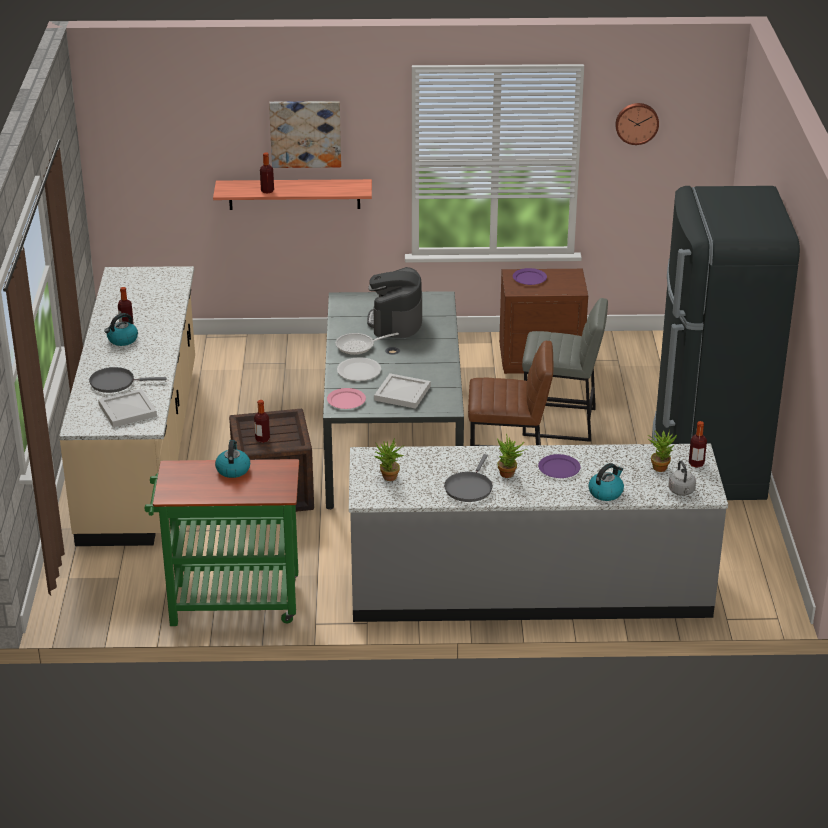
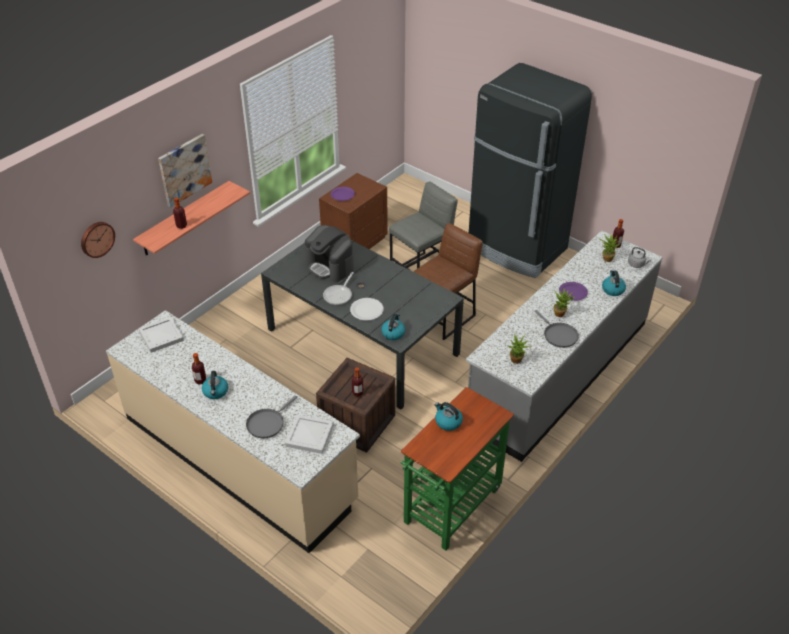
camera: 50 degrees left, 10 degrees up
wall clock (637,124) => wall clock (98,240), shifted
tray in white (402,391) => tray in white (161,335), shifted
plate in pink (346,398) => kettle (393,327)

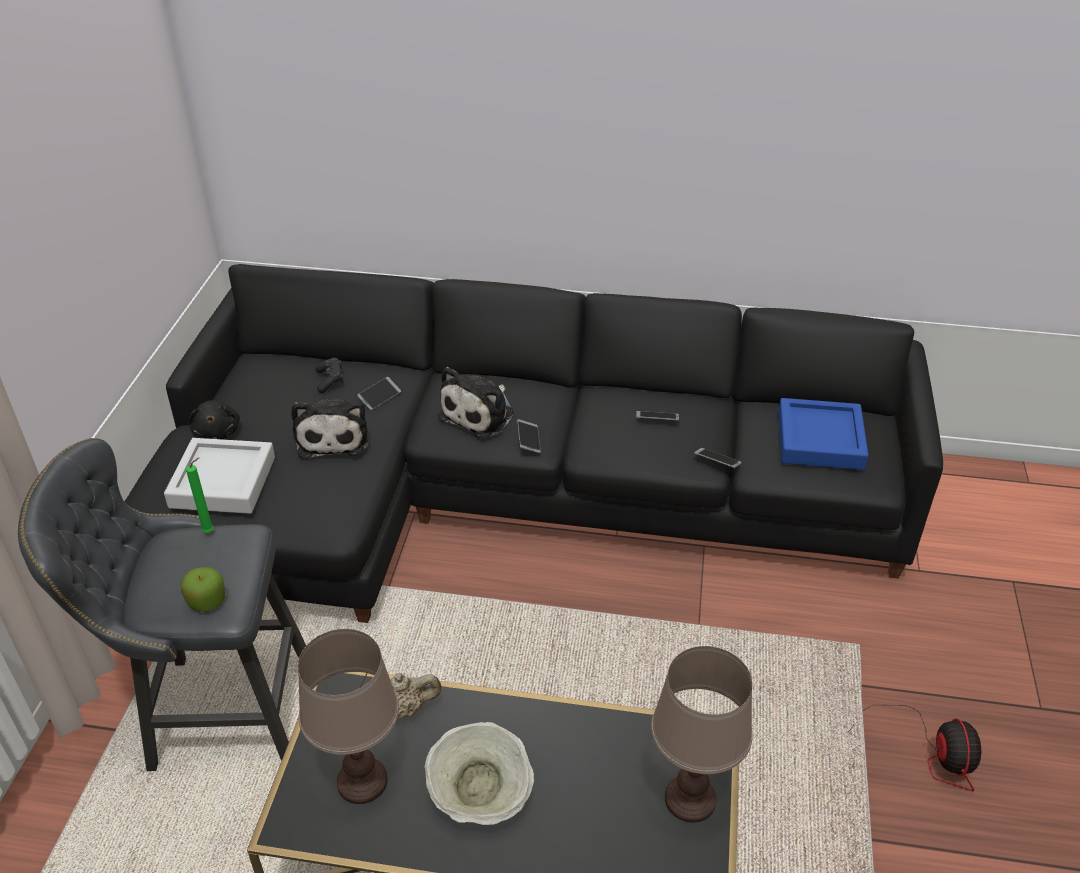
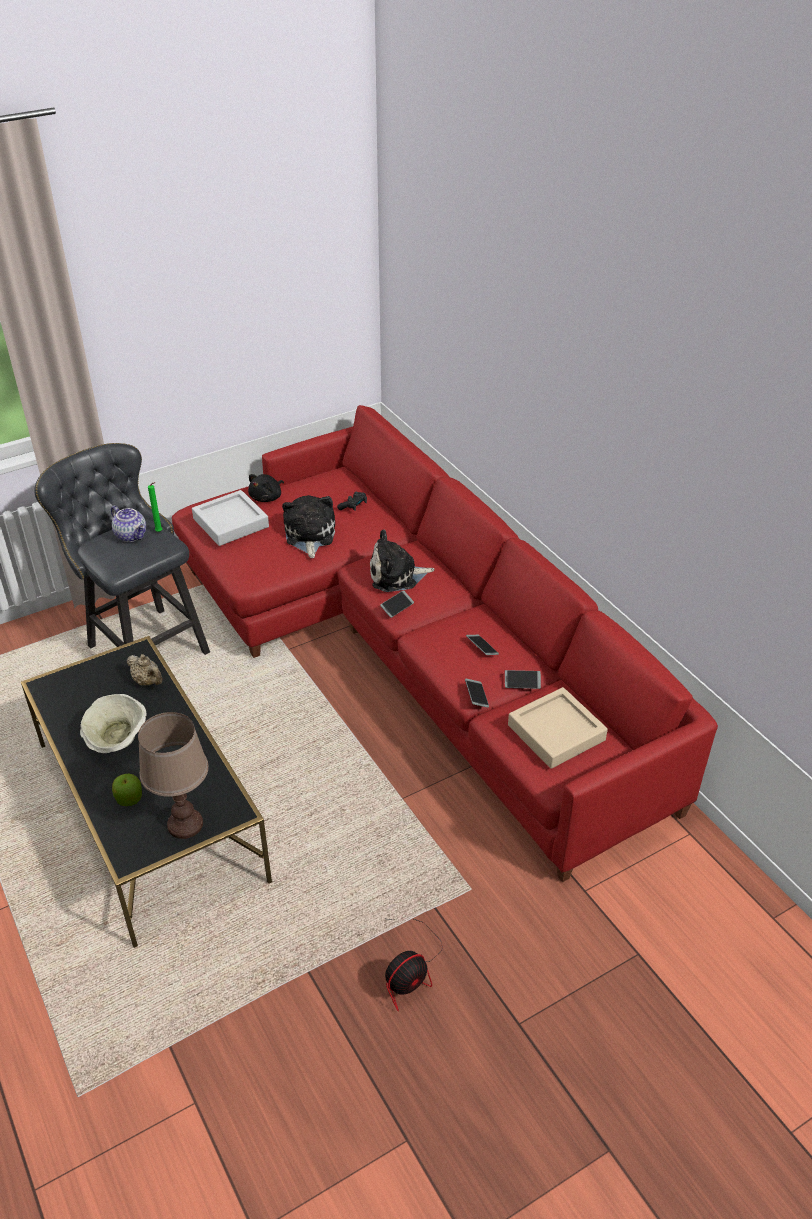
camera: 50 degrees right, 0 degrees up
sofa in black (534,443) => sofa in red (445,643)
phone (379,393) => phone (523,679), shifted
tray in blue (823,434) => tray in beige (558,728)
plush toy (330,429) => plush toy (308,526), 135 degrees clockwise
apple (203,589) => apple (127,789), shifted
table lamp in brown (348,716) => nothing
nothing => teapot (128,523)

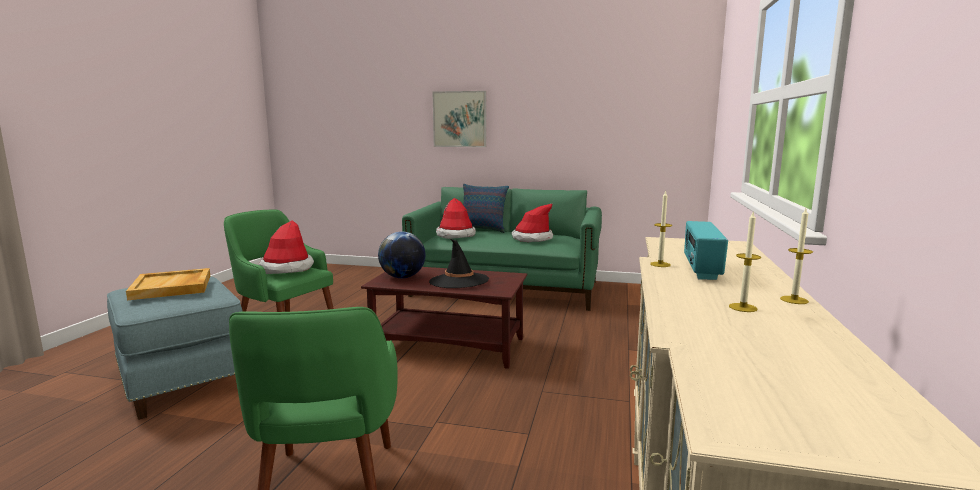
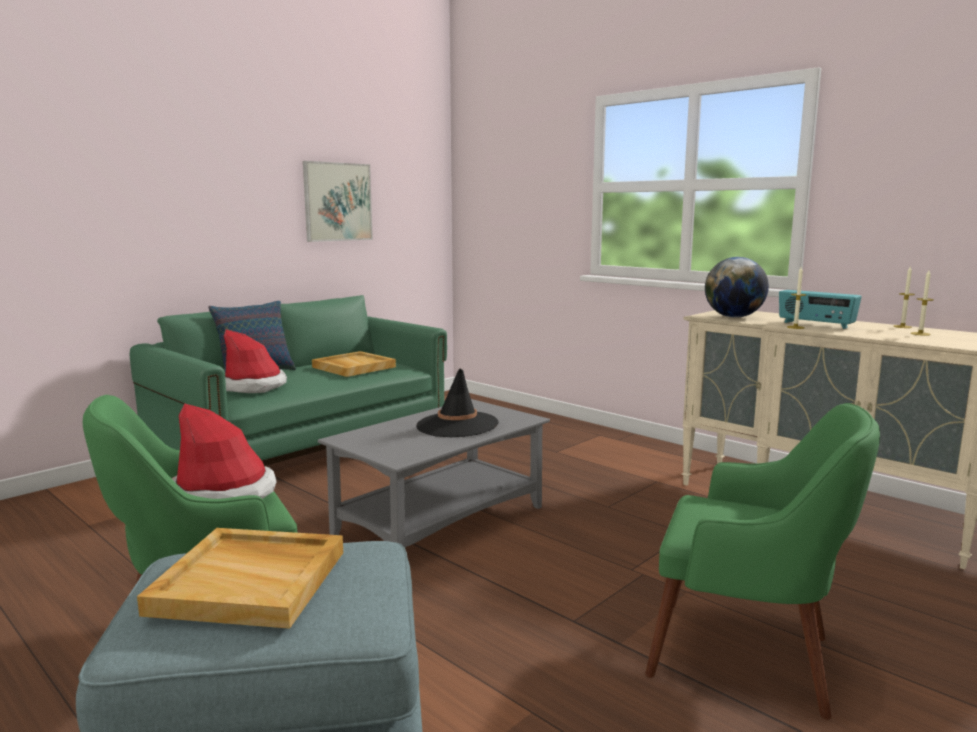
camera: 60 degrees left, 0 degrees up
picture (459,119) => picture (338,201), shifted
hat (532,223) => tray in beige (354,364)
globe (402,255) => globe (737,287), shifted
coffee table in brown (444,318) => coffee table in grey (434,473)

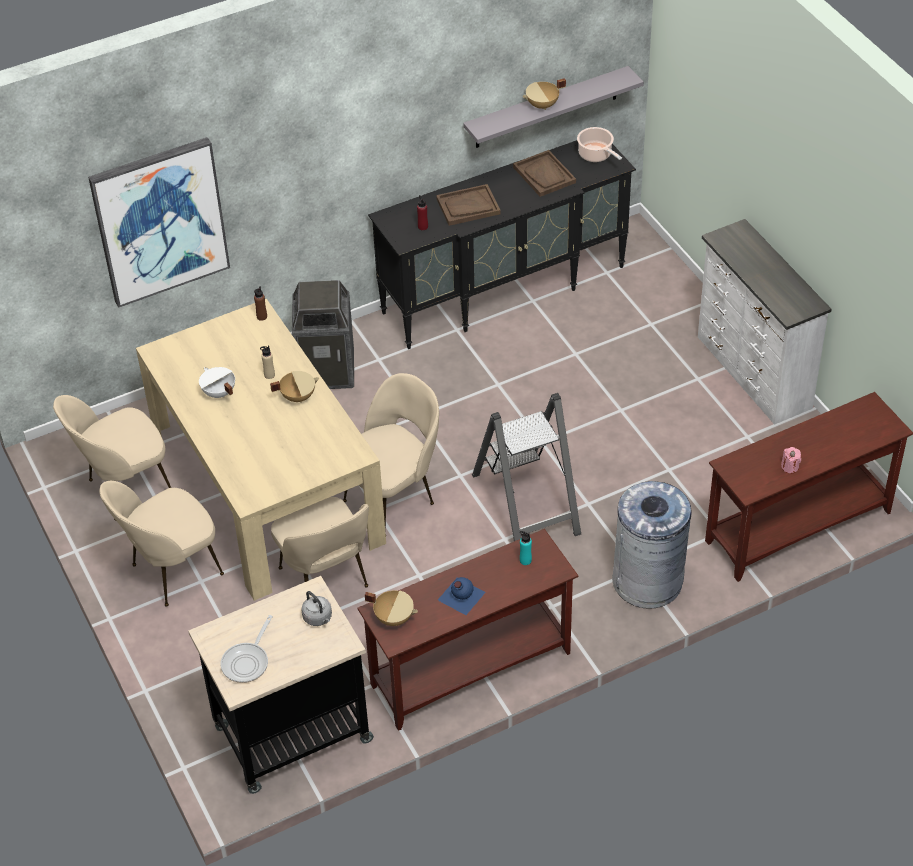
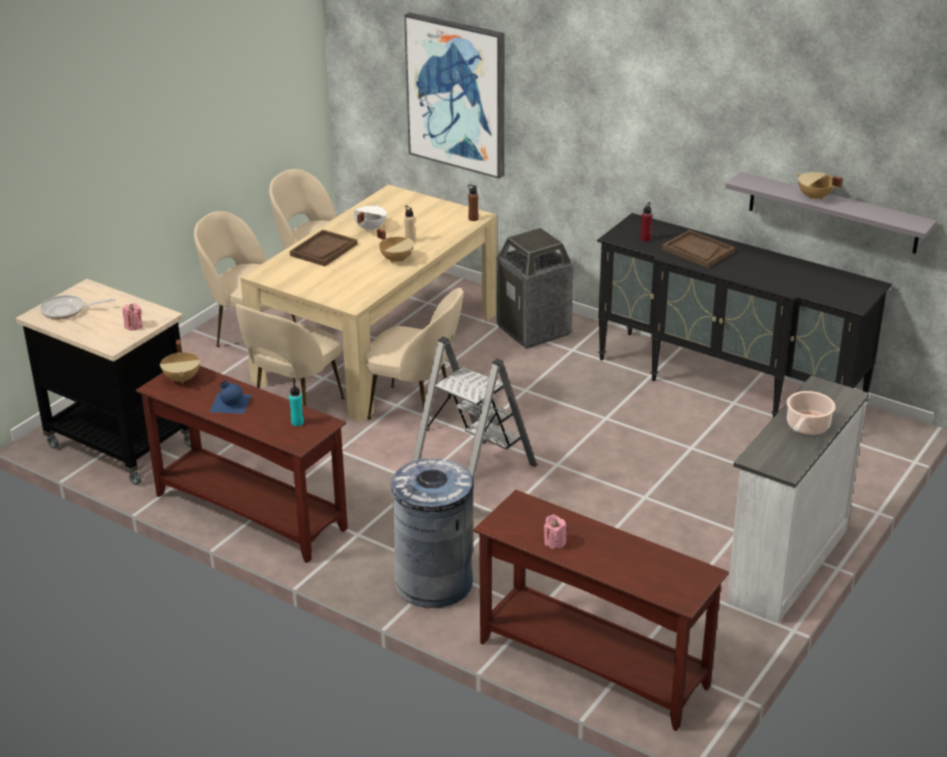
camera: 60 degrees right, 15 degrees down
cooking pot (599,144) => cooking pot (811,413), shifted
tray in brown (544,173) => tray in brown (323,248), shifted
kettle in grey (316,608) => candle in pink (133,316)

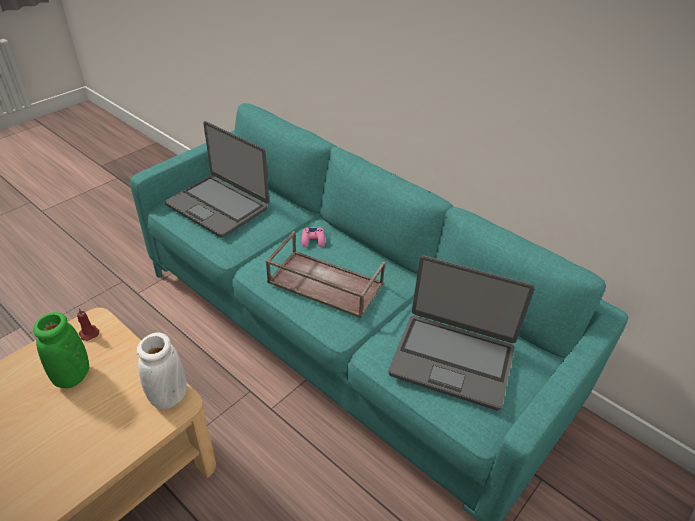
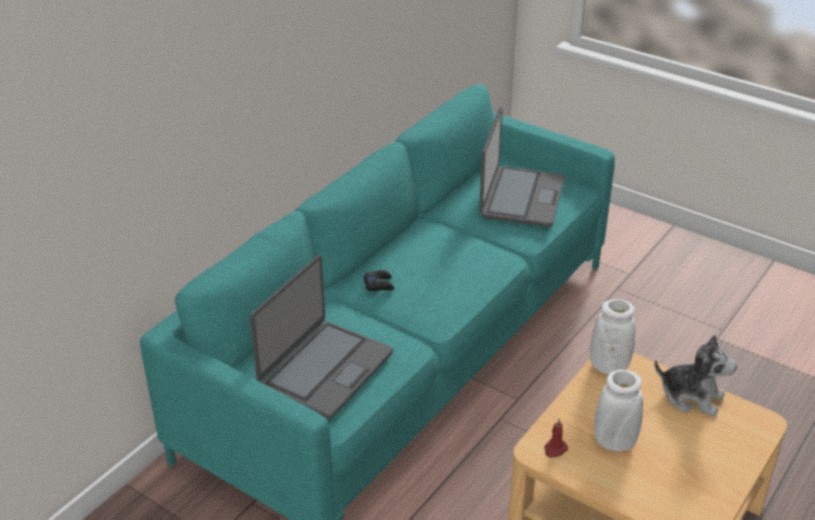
camera: 95 degrees left, 5 degrees down
game controller in pink (313,237) => game controller in black (379,280)
tray in brown (325,274) => nothing
vase in green (61,350) => vase in white (618,410)
nothing => plush toy (695,376)

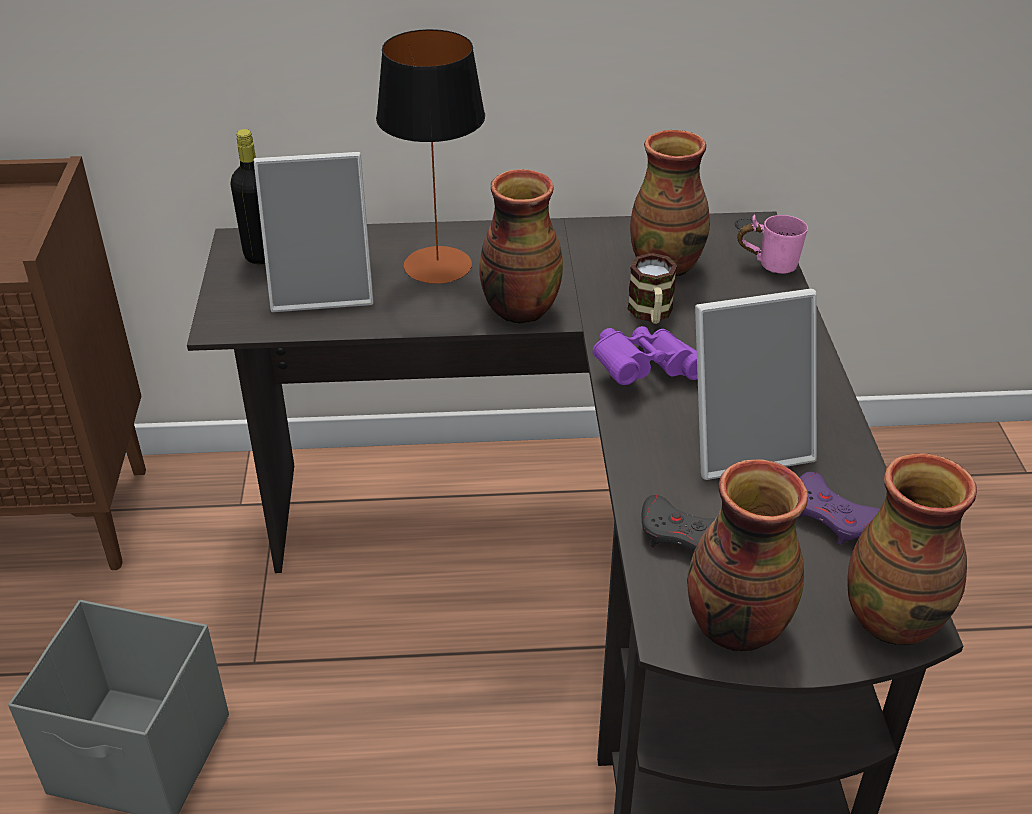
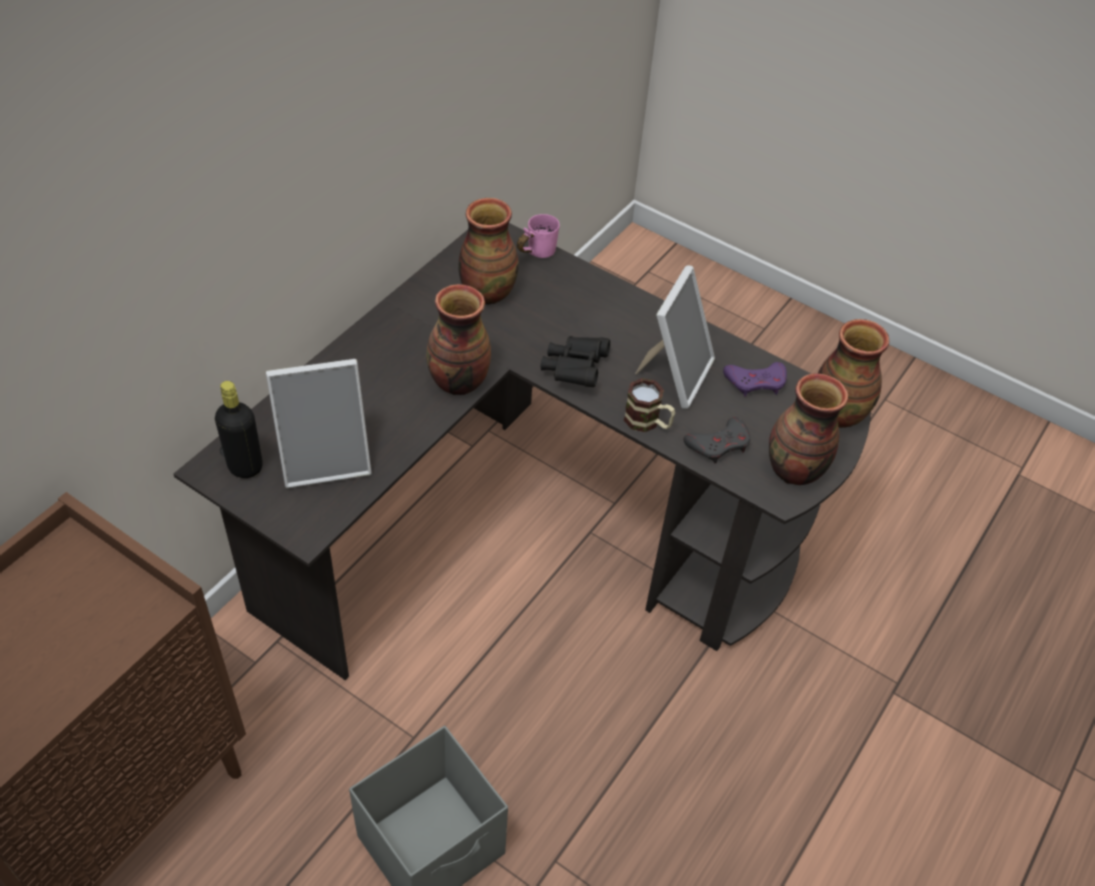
camera: 55 degrees left, 10 degrees up
table lamp (430,156) => nothing
picture frame (314,232) => picture frame (318,423), 45 degrees clockwise
mug (652,288) => mug (649,405), shifted
binoculars in purple (645,355) => binoculars in black (575,361)

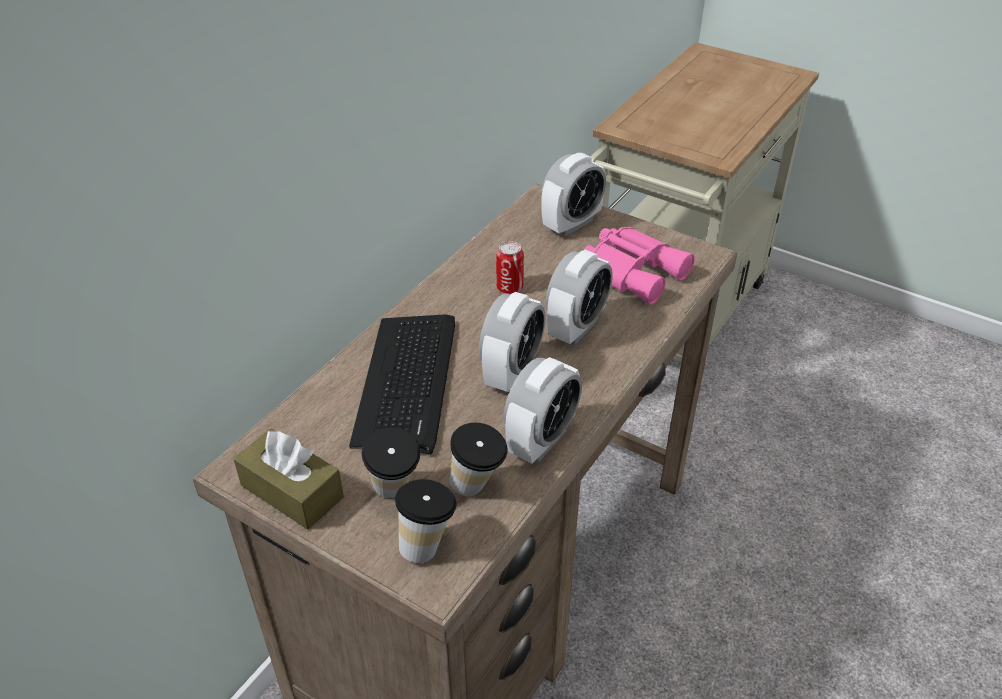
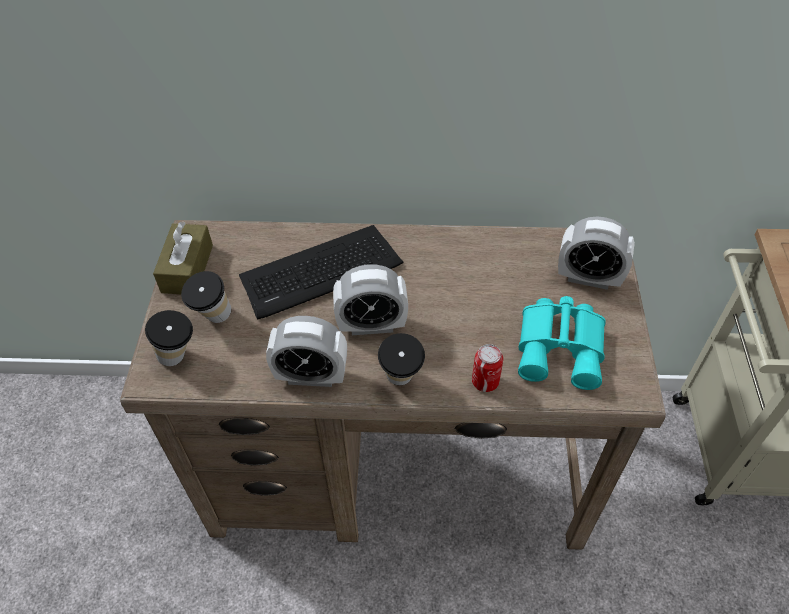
camera: 60 degrees right, 10 degrees up
binoculars in pink (639,266) => binoculars in turquoise (562,343)
can (510,267) => can (487,368), shifted
alarm clock (579,297) => nothing
cup (479,459) => cup (401,359), shifted

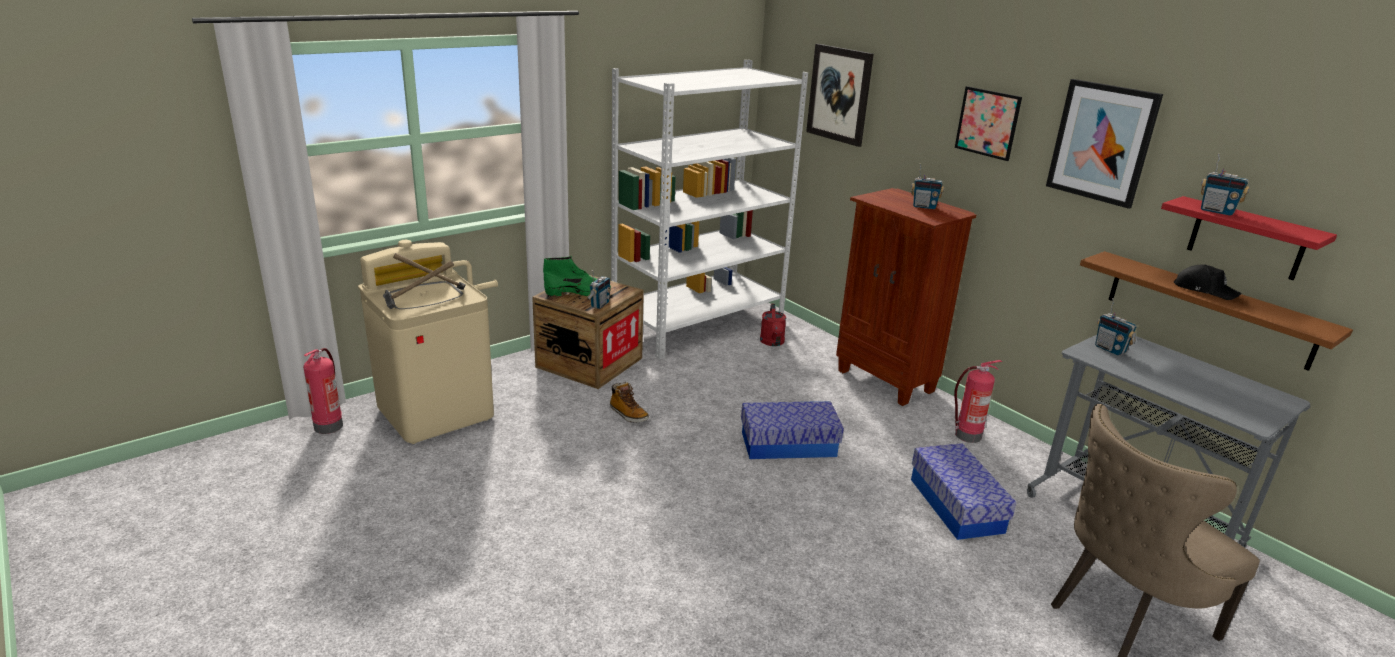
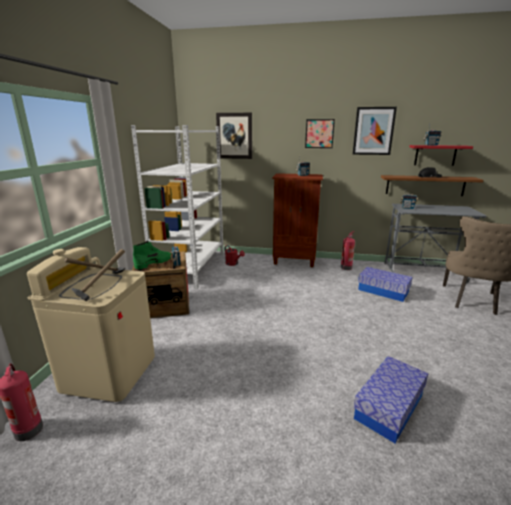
camera: 40 degrees left, 5 degrees down
boot (629,402) => nothing
storage box (792,430) => storage box (391,399), shifted

